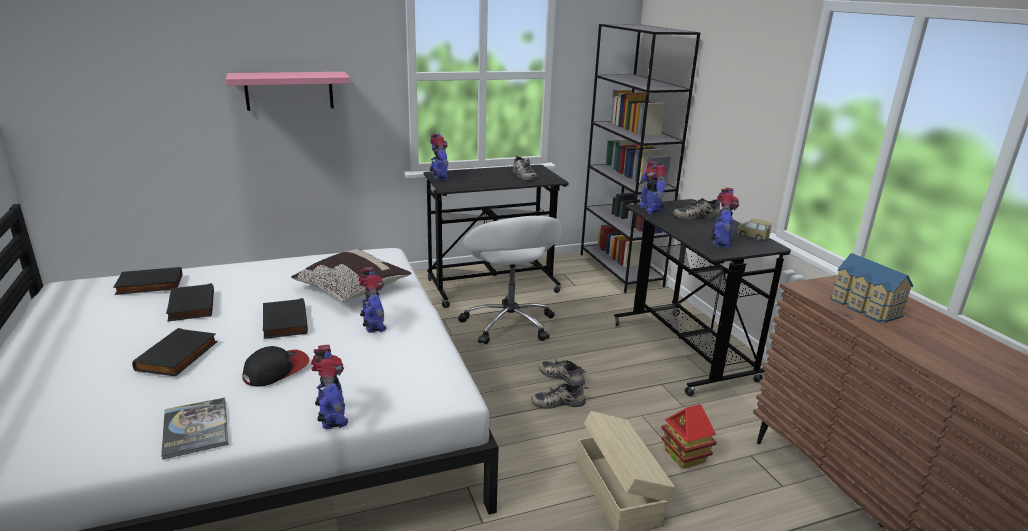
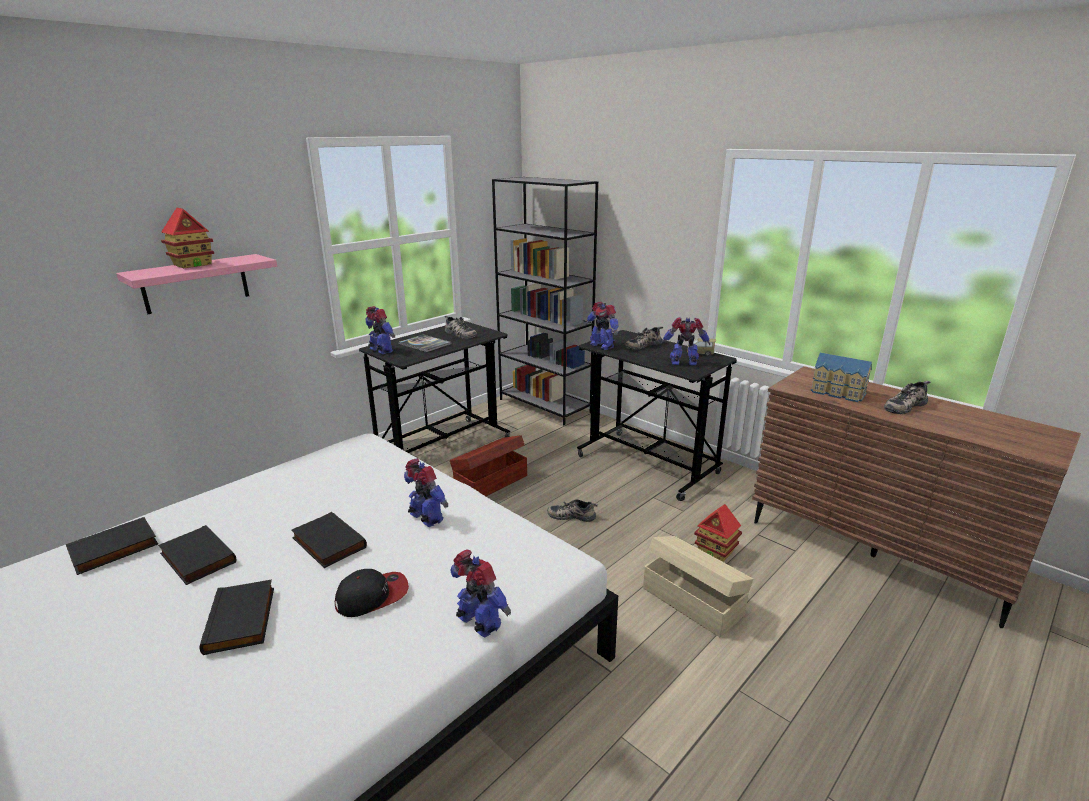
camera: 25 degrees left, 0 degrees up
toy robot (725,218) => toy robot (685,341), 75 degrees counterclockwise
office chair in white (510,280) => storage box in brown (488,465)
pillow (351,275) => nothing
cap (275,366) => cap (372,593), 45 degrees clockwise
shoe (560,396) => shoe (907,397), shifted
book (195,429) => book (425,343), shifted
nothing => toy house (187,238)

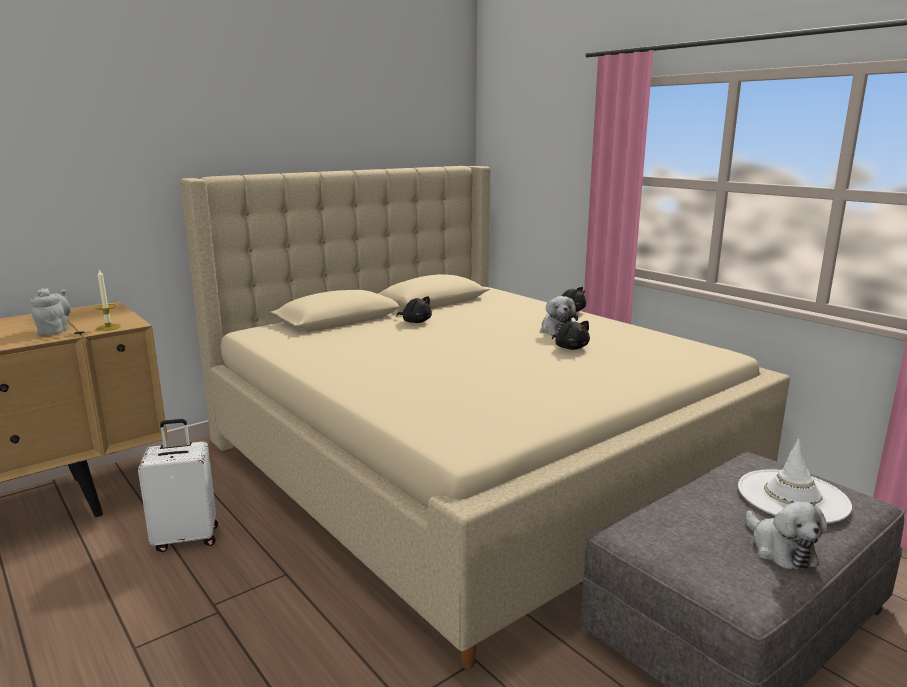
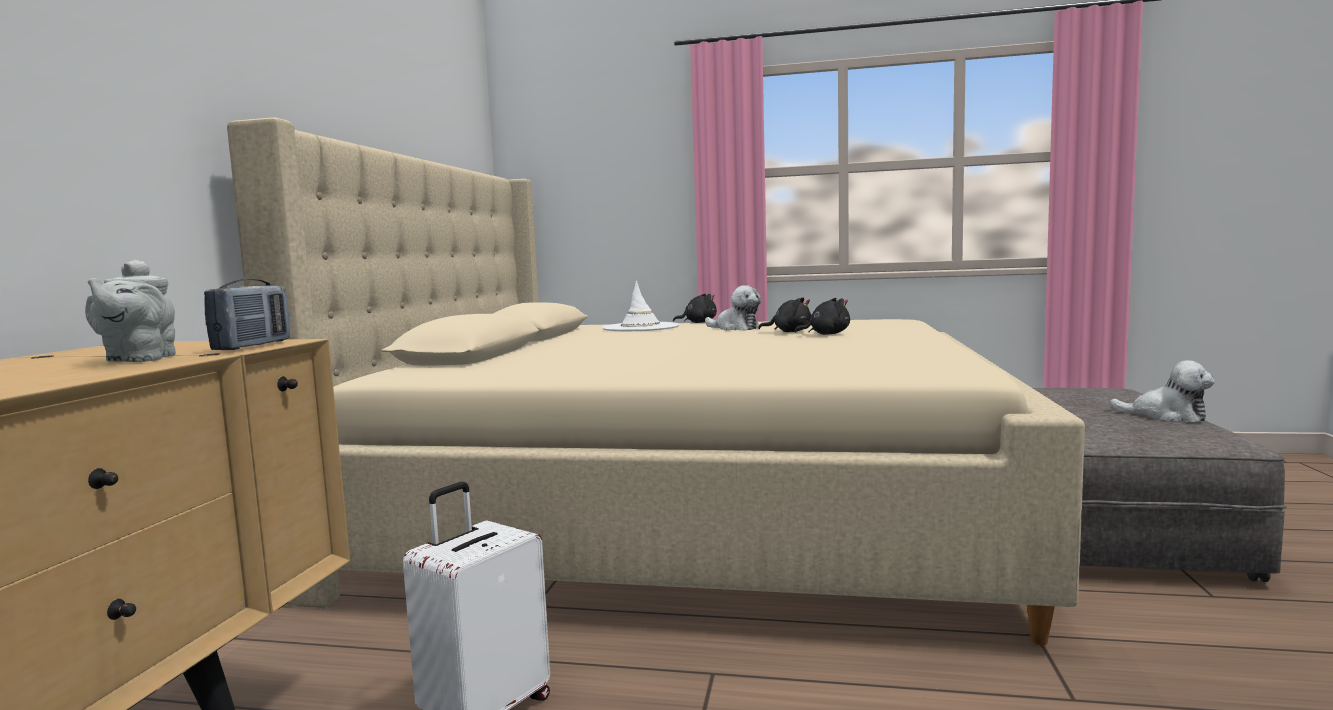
camera: 40 degrees left, 10 degrees down
candle (108,300) => radio (247,314)
teapot in grey (50,311) => teapot in grey (130,311), 150 degrees counterclockwise
plush toy in black (414,309) => plush toy in black (822,316), shifted
hat in white (795,481) => hat in white (640,306), shifted

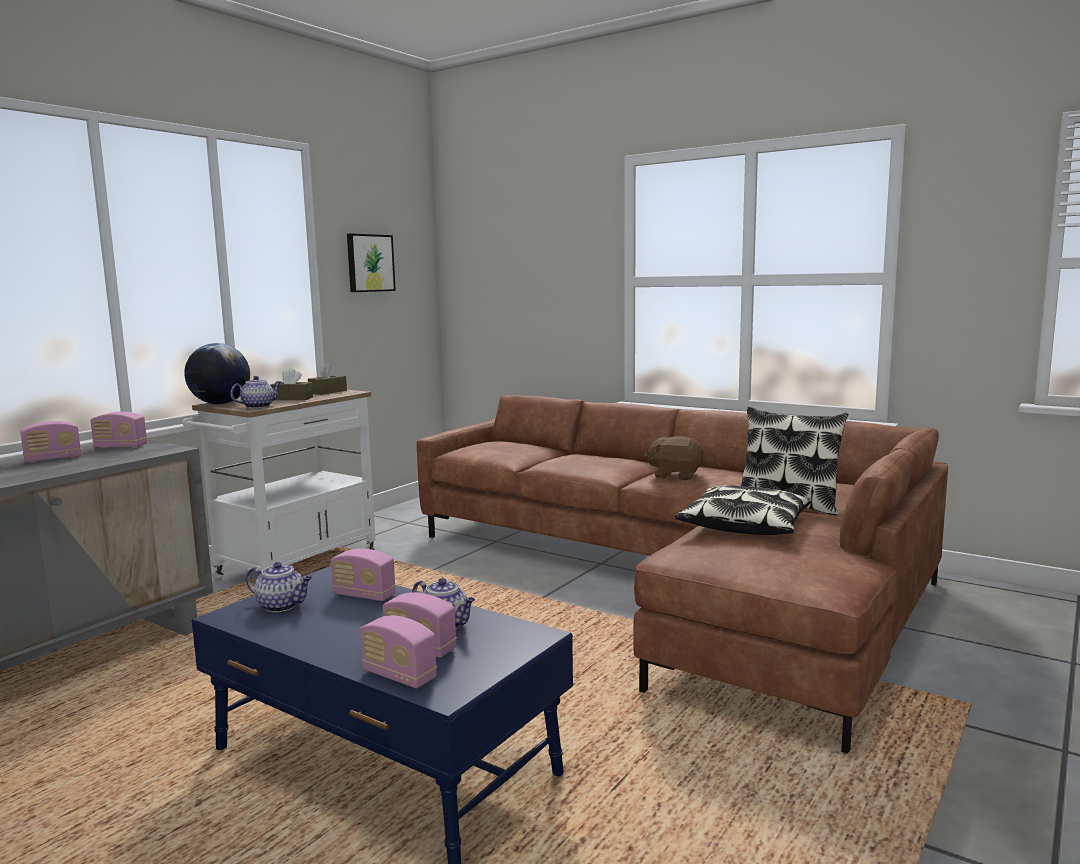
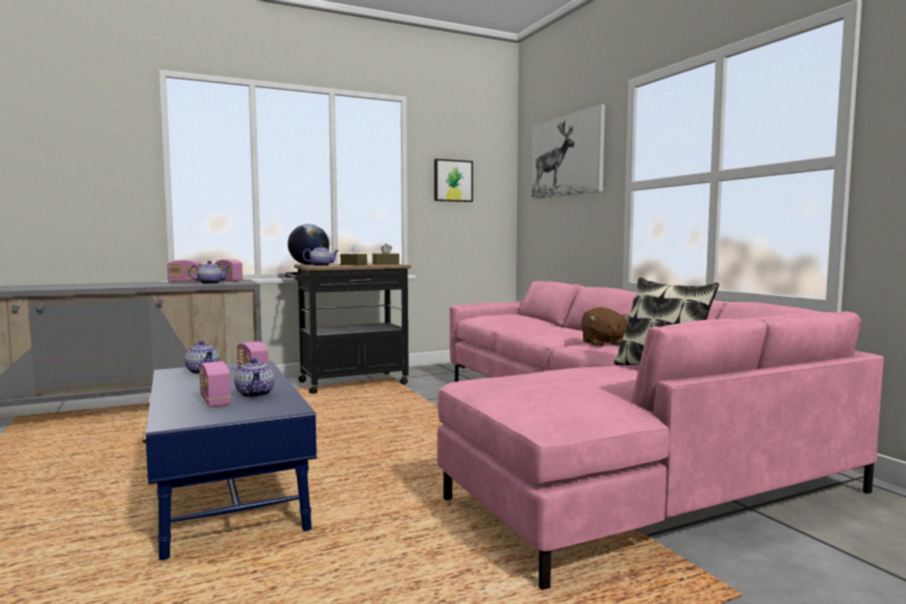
camera: 30 degrees right, 5 degrees down
cart in white (279,484) => cart in black (348,328)
sofa in brown (682,574) => sofa in pink (660,435)
plush toy in brown (674,458) => plush toy in brown (605,327), 150 degrees counterclockwise
pillow (743,510) => nothing
radio (398,651) => nothing
nothing => picture (568,151)
nothing => teapot (209,272)

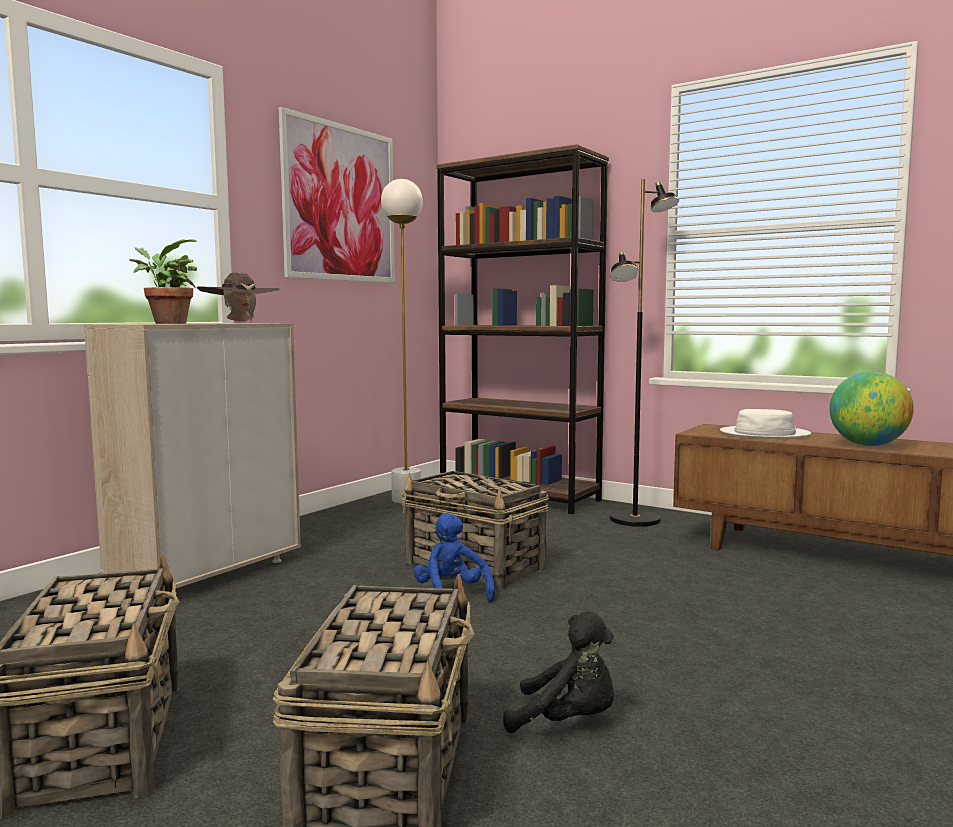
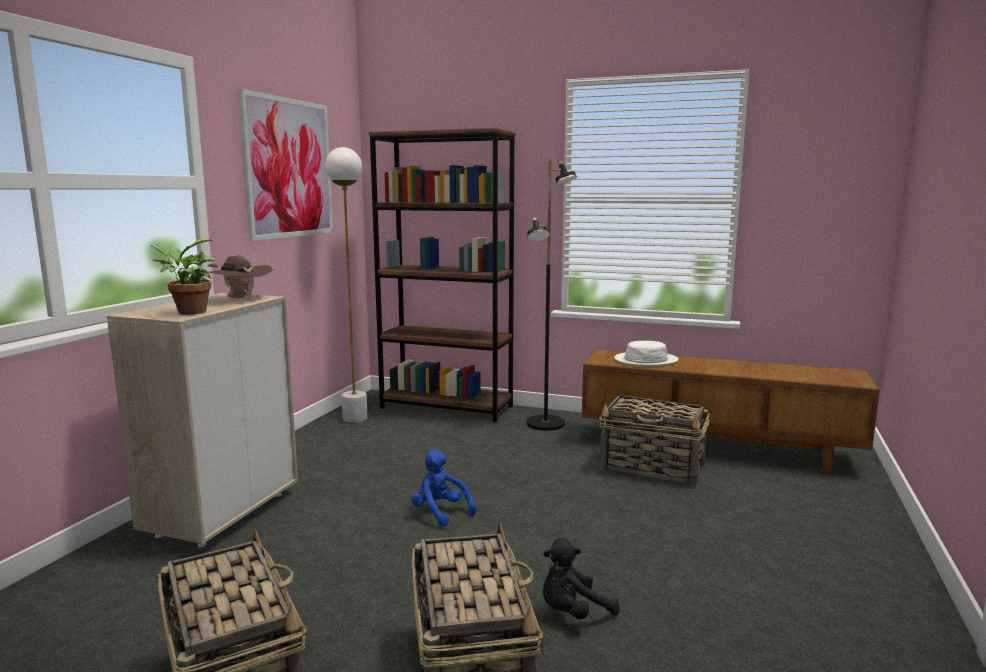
camera: 15 degrees left, 5 degrees up
globe (871,408) => nothing
basket (474,530) => basket (654,441), shifted
plush toy in black (558,672) => plush toy in black (581,578), 150 degrees clockwise

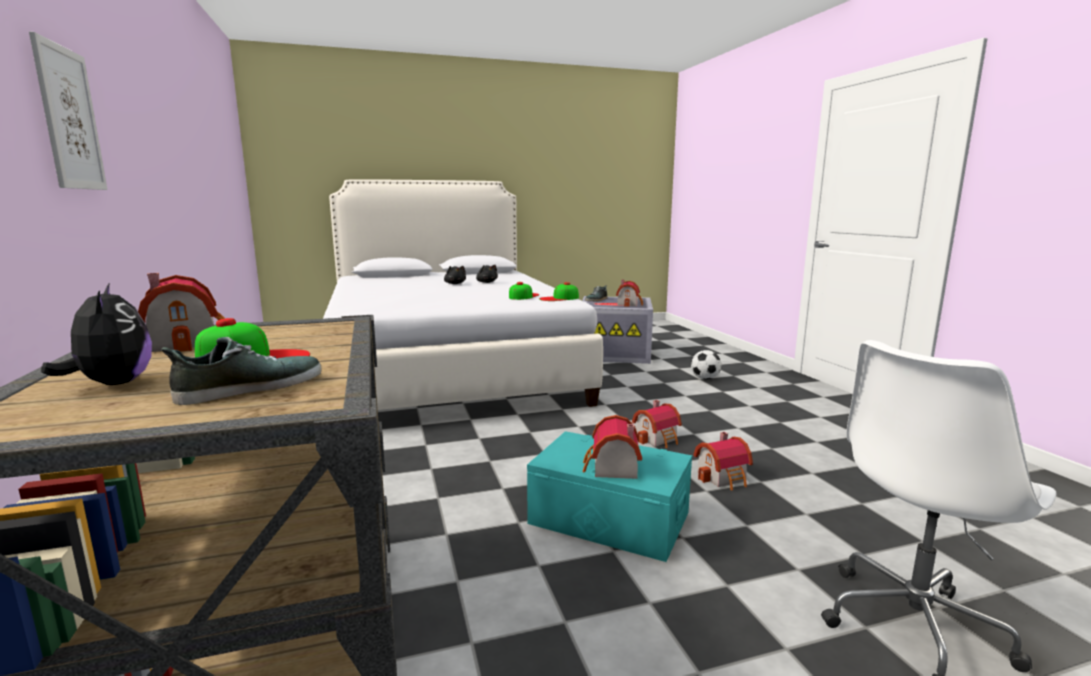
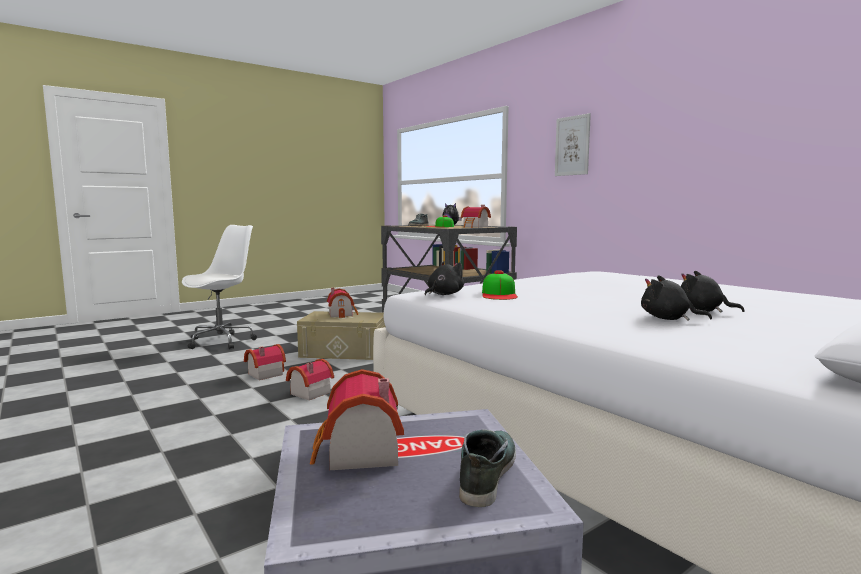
camera: 160 degrees right, 5 degrees down
cap (559,291) => plush toy in black (444,278)
football (706,365) => nothing
storage box in turquoise (609,496) => storage box in beige (341,335)

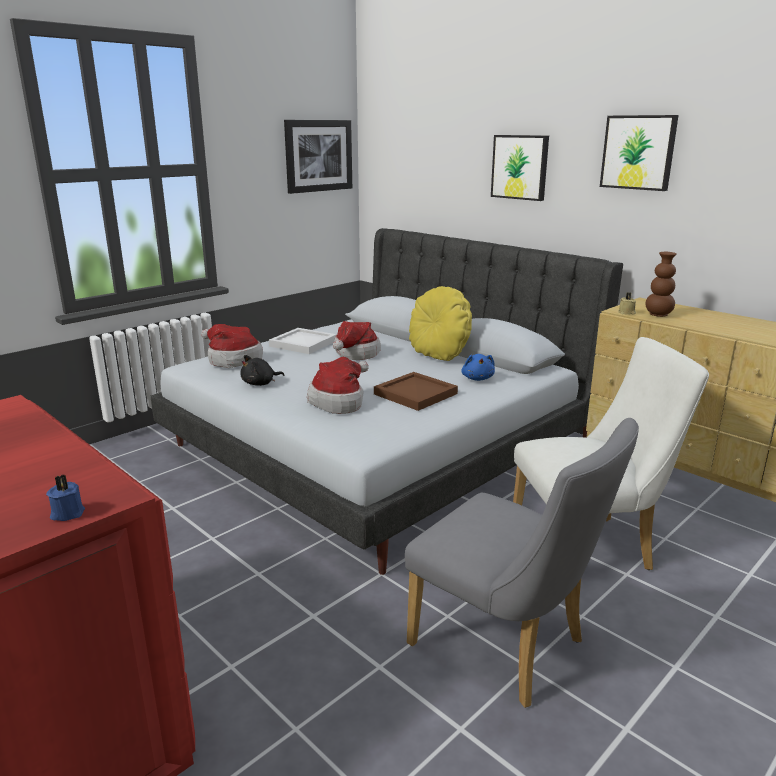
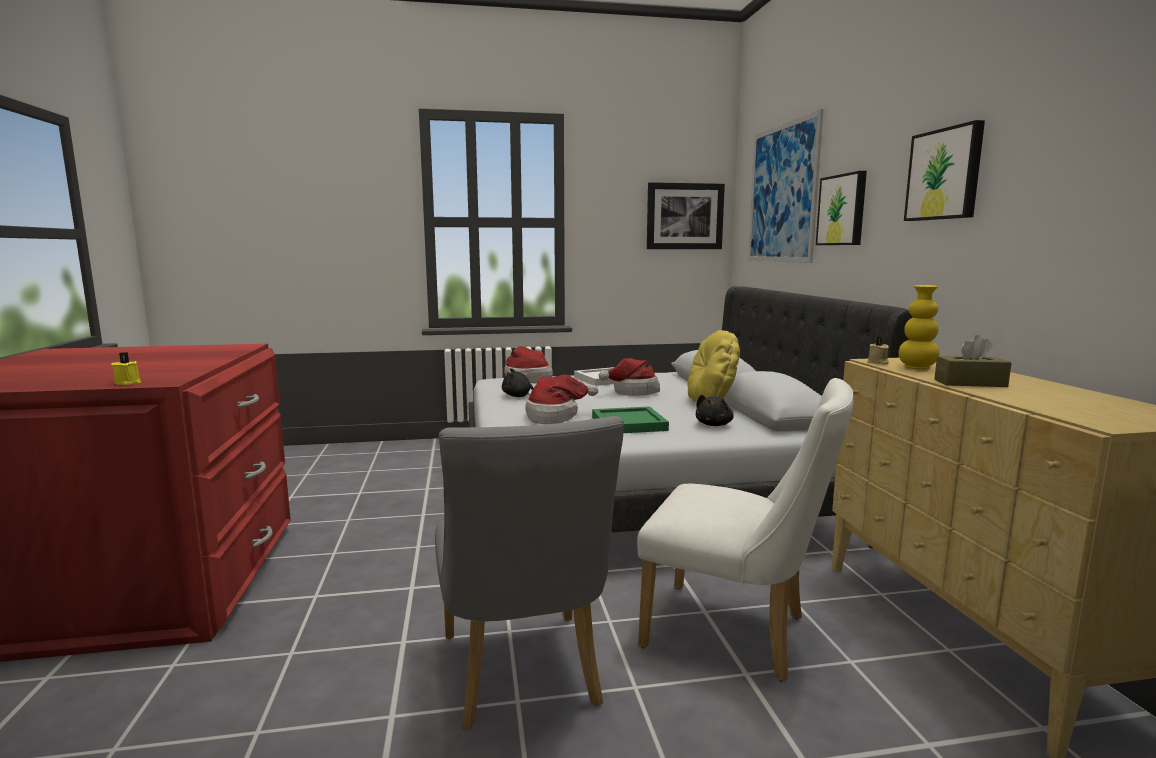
camera: 35 degrees right, 10 degrees down
vase in brown (661,284) => vase in yellow (918,327)
plush toy in blue (478,367) => plush toy in black (715,410)
tray in brown (416,391) => tray in green (630,419)
candle in blue (65,498) => candle in yellow (126,368)
nothing => picture (785,186)
nothing => tissue box in brown (973,361)

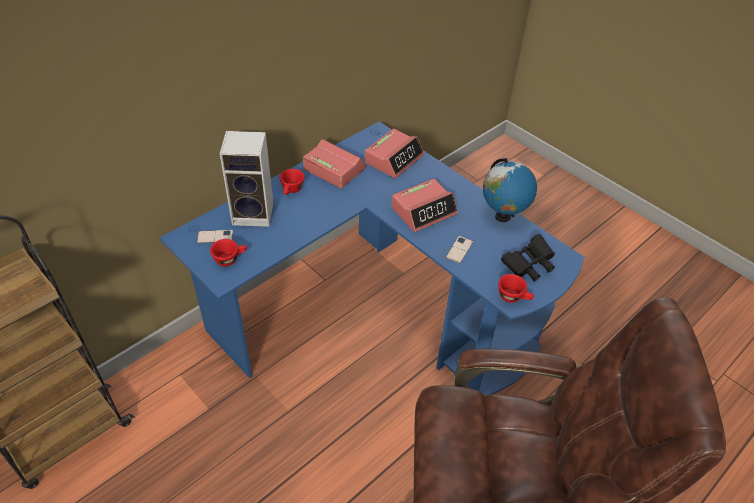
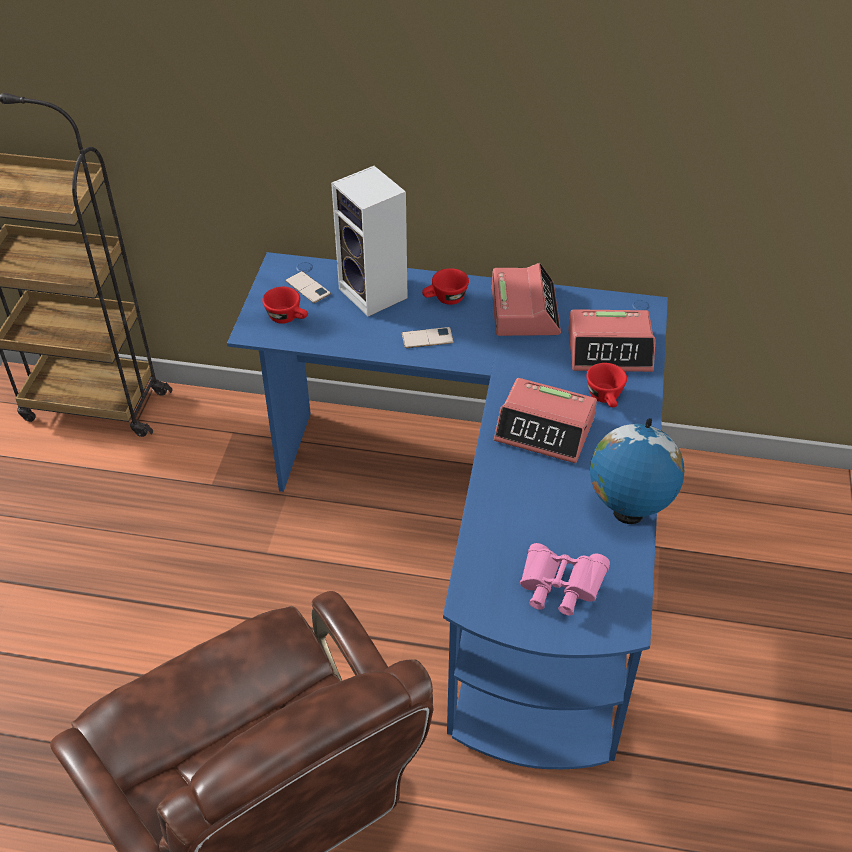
camera: 55 degrees right, 0 degrees up
binoculars in black (528,258) => binoculars in pink (565,579)
phone (459,249) => phone (428,337), shifted
cup in red (516,288) => cup in red (606,385), shifted

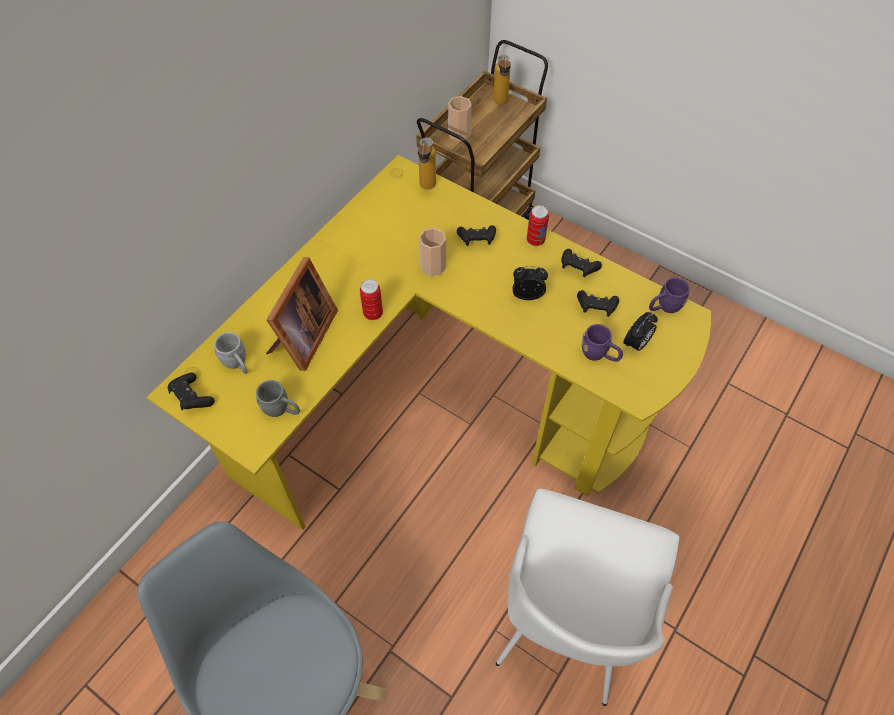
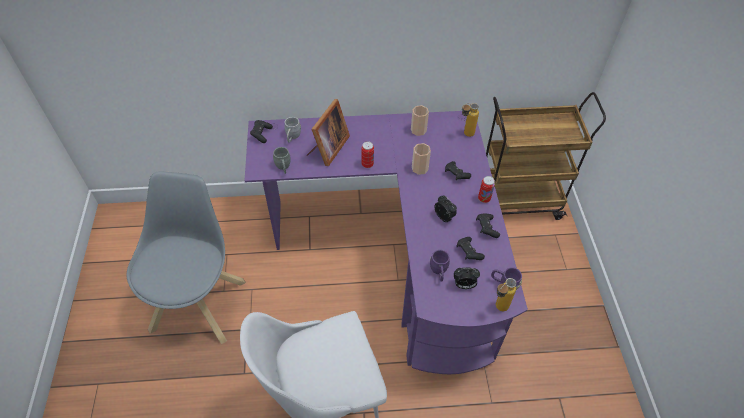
camera: 50 degrees right, 5 degrees down
bottle (502,79) => bottle (506,294), shifted
cup (460,118) => cup (420,120), shifted
desk in yellow (429,342) => desk in purple (386,242)
picture frame (302,314) => picture frame (328,132), 45 degrees counterclockwise

